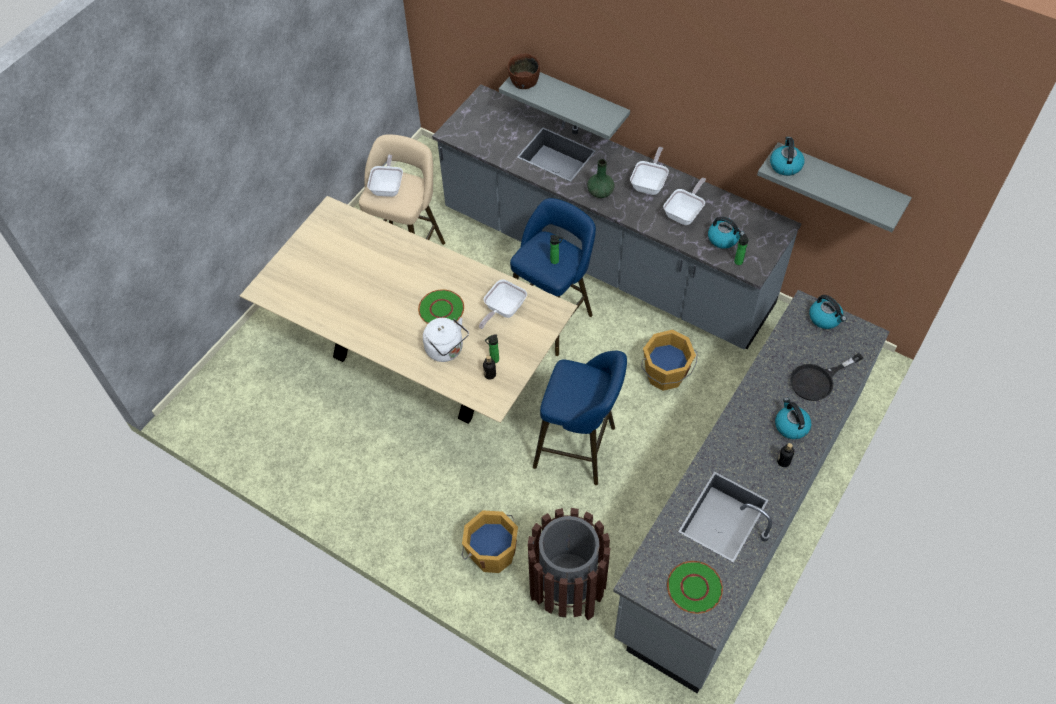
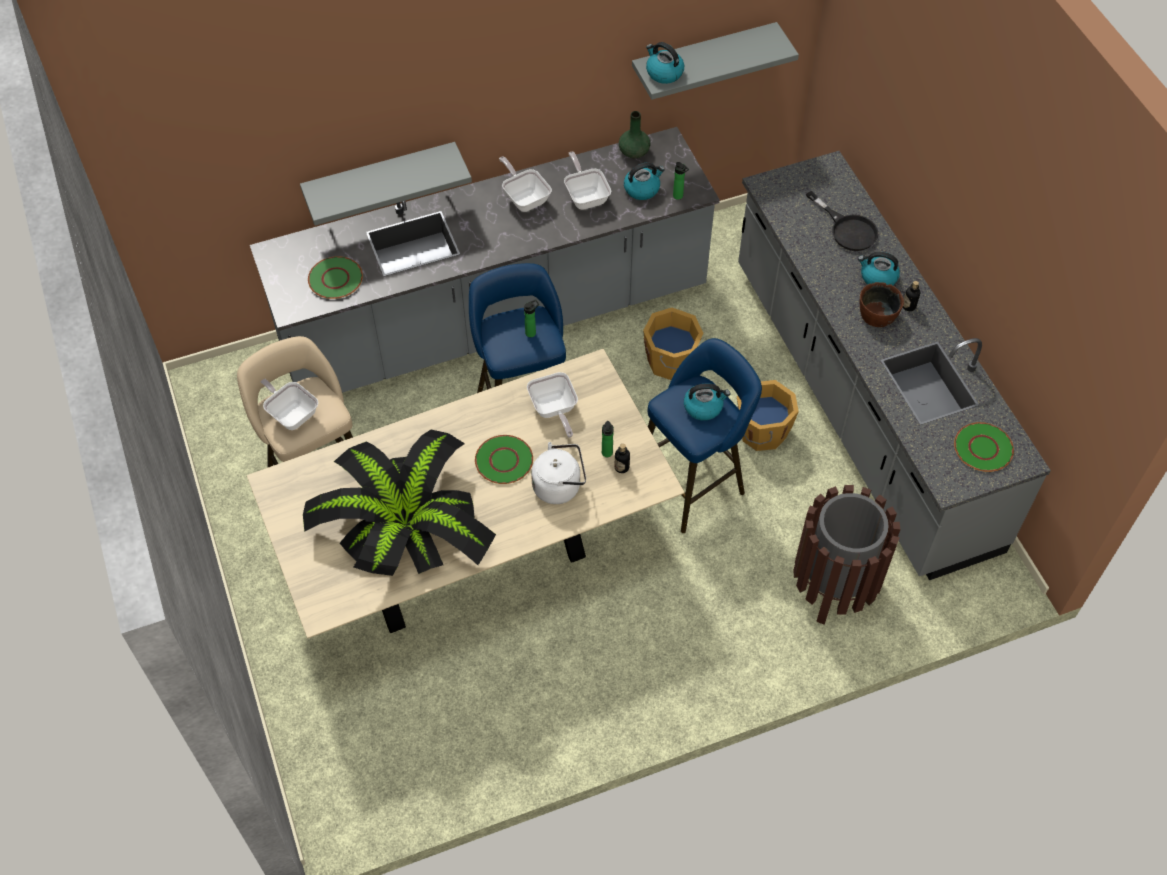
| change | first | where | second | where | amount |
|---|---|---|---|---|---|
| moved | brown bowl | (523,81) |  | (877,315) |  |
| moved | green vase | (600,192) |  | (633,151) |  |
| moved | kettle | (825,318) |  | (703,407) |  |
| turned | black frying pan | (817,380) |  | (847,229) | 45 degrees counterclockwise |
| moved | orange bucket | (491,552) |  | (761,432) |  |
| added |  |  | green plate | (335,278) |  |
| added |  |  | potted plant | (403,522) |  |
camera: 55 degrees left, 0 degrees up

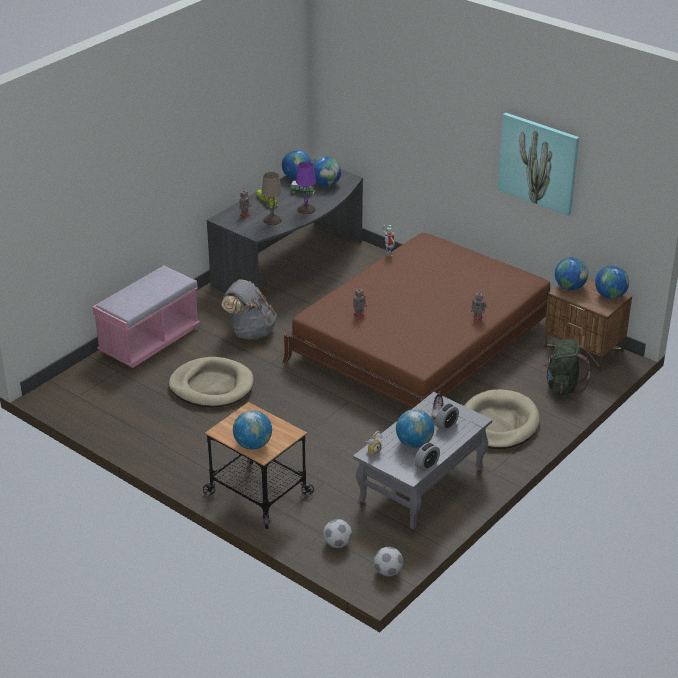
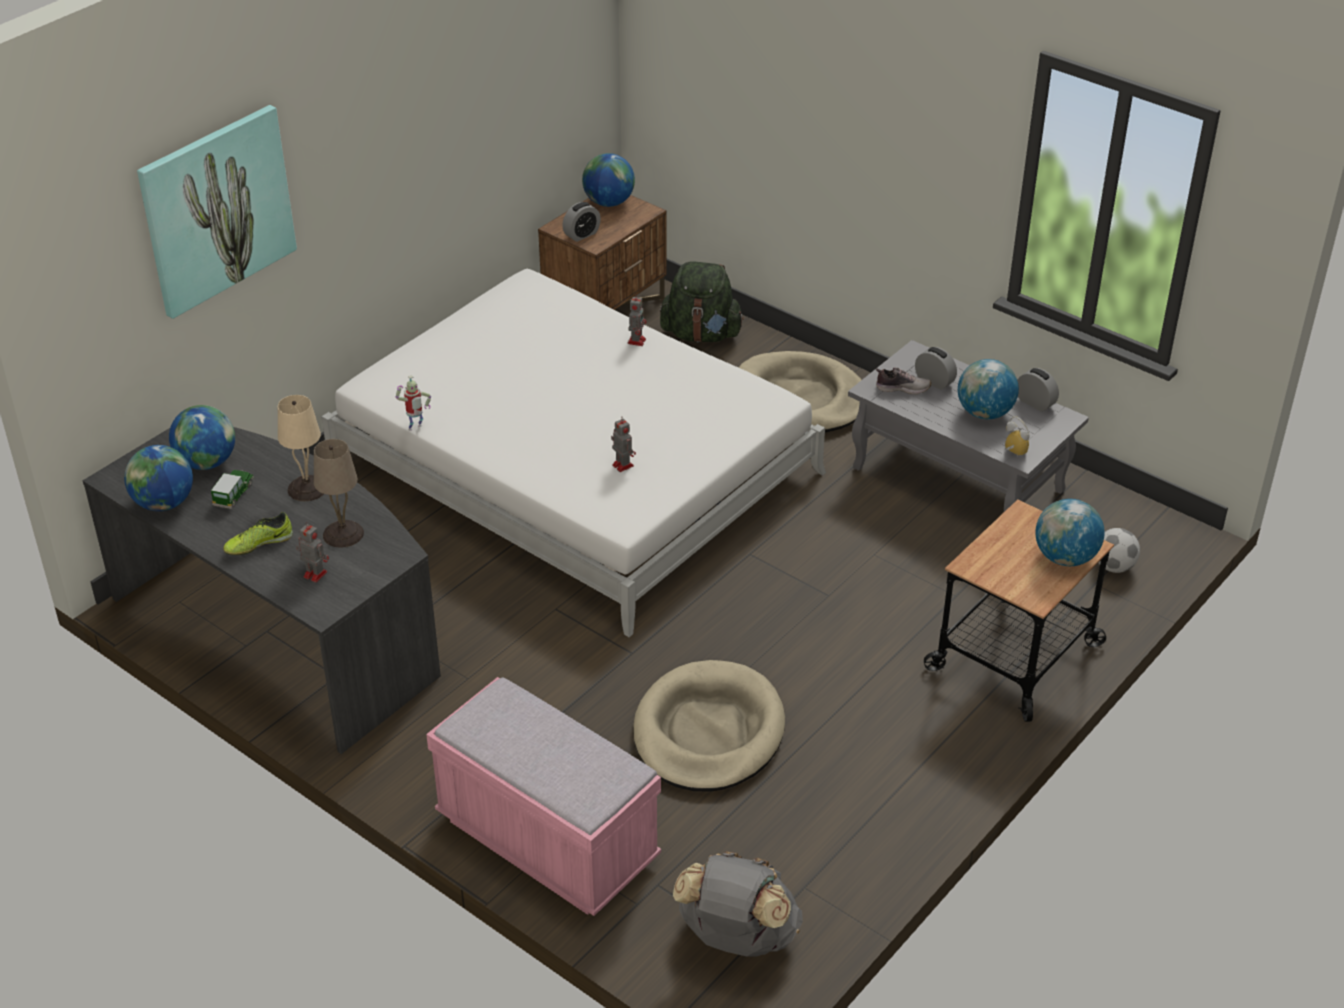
| change | first | where | second | where | amount |
|---|---|---|---|---|---|
| moved | picture | (538,163) |  | (216,209) |  |
| recoloured | purple table lamp | (306,209) | beige table lamp | (306,488) |  |
| recoloured | brown bed | (421,342) | white bed | (574,468) |  |
| replaced | globe | (569,287) | alarm clock | (582,235) |  |
| moved | grey backpack | (250,332) |  | (737,937) |  |
| removed | football | (388,572) |  |  |  |
camera: 90 degrees left, 5 degrees up

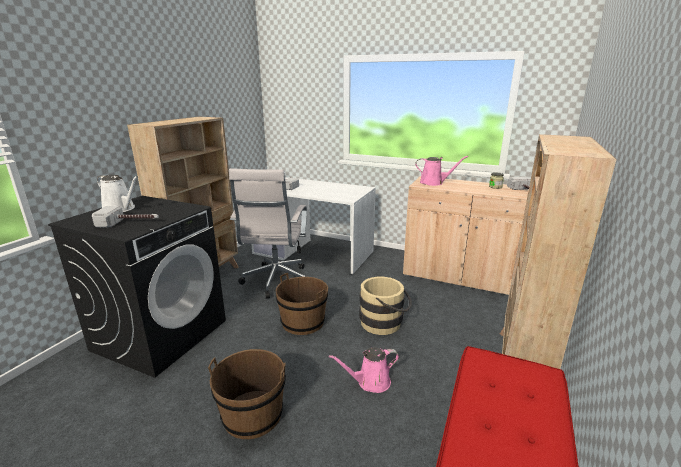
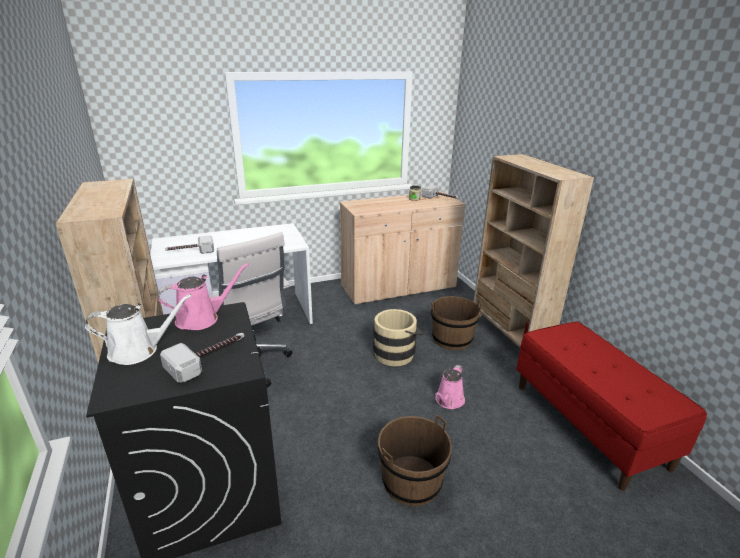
| change | first | where | second | where | amount |
|---|---|---|---|---|---|
| moved | pink watering can | (434,183) |  | (202,318) |  |
| moved | brown bucket | (303,322) |  | (452,338) |  |
camera: 45 degrees left, 5 degrees up

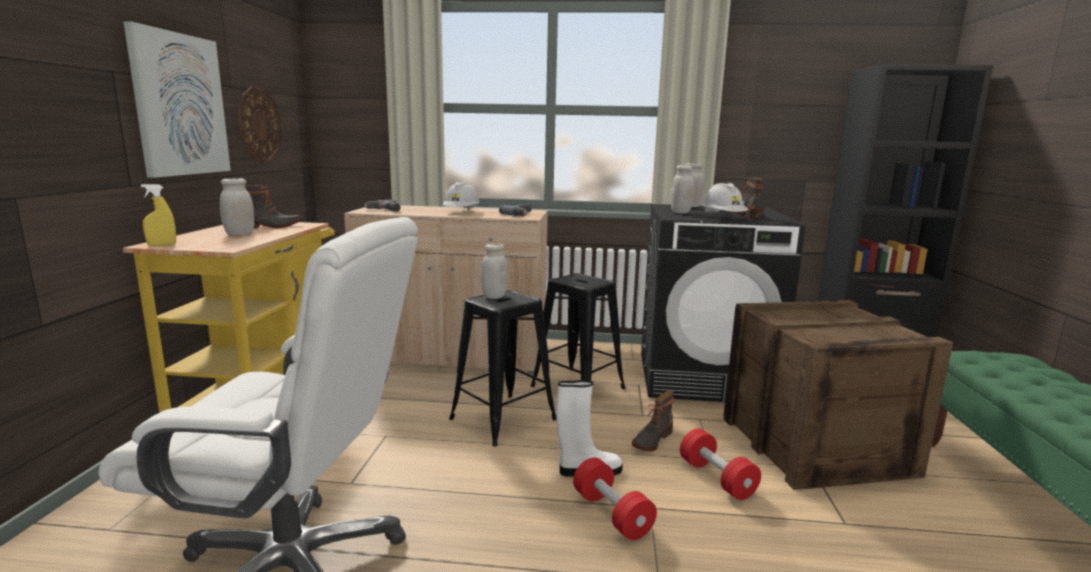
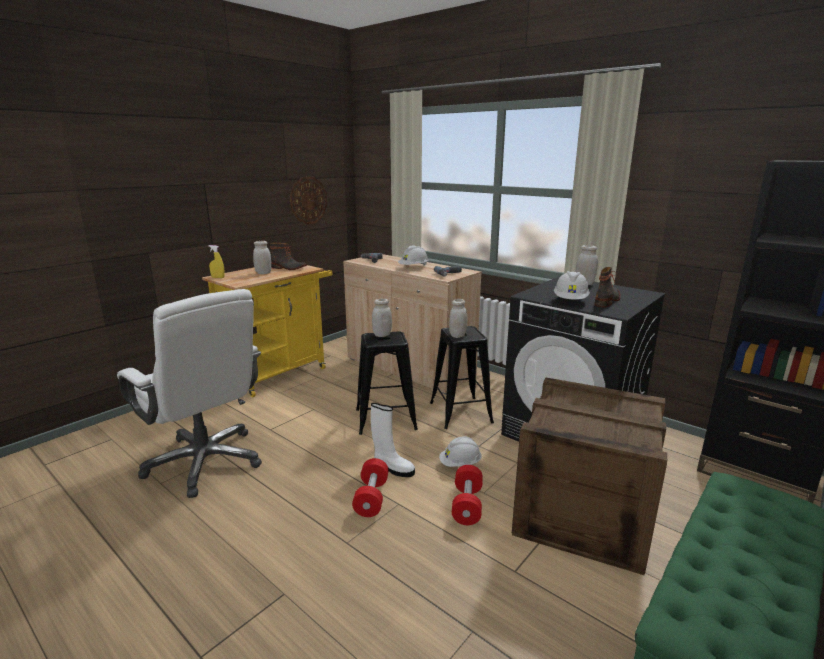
| change | first | where | second | where | amount |
|---|---|---|---|---|---|
| removed | picture | (179,105) |  |  |  |
| moved | white jar | (680,212) |  | (457,335) |  |
| replaced | boot | (651,439) | white hard hat | (460,464) |  |
camera: 35 degrees right, 5 degrees up

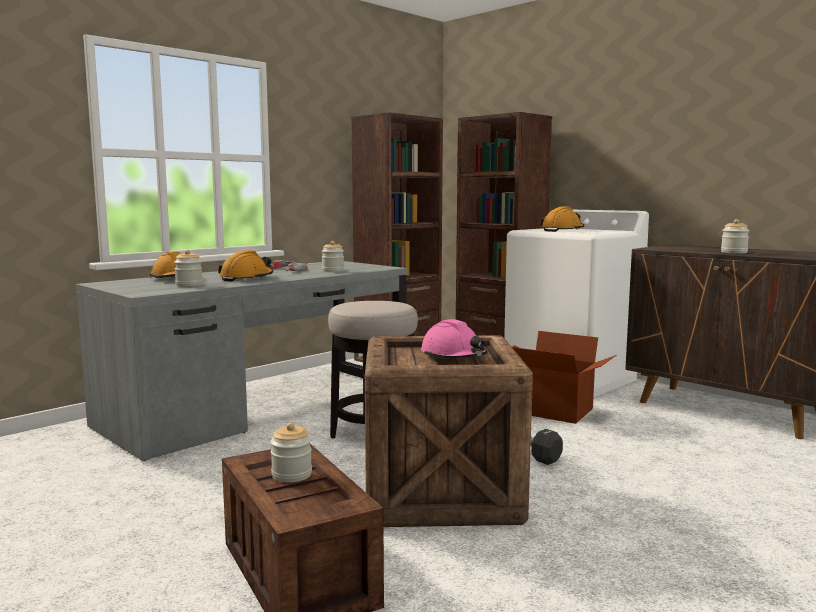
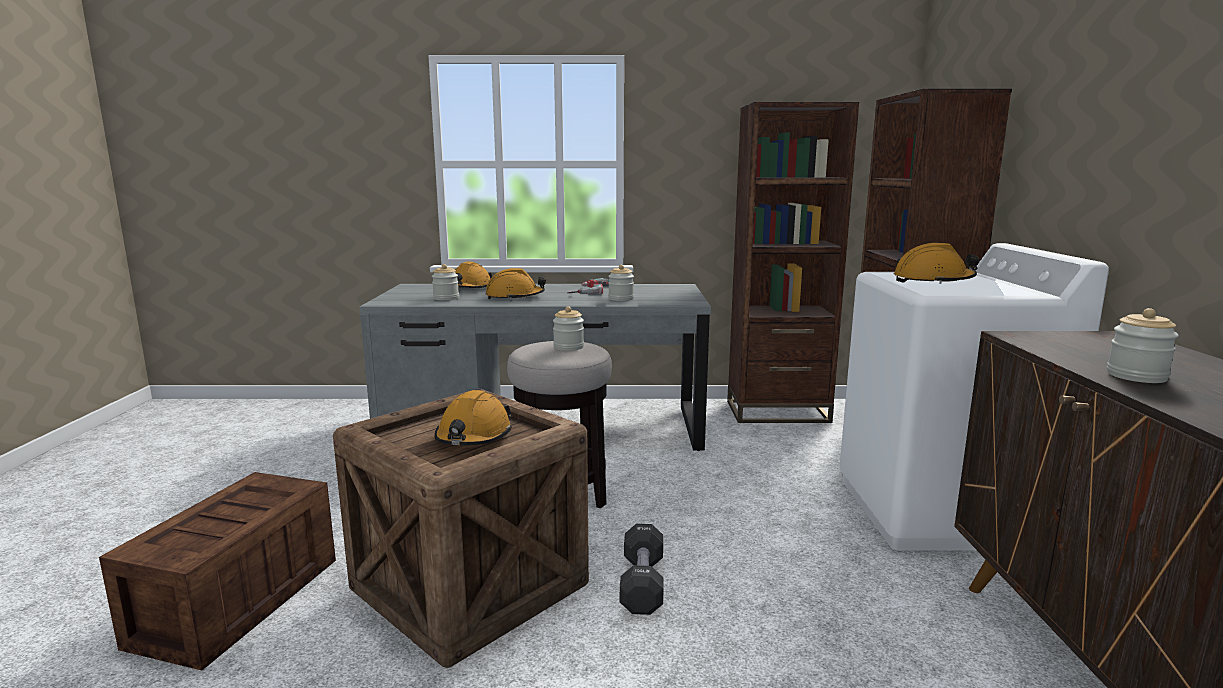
| change | first | where | second | where | amount |
|---|---|---|---|---|---|
| recoloured | pink hard hat | (453,357) | orange hard hat | (473,437) |  |
| removed | cardboard box | (553,411) |  |  |  |
| moved | jar | (291,475) |  | (568,347) |  |
camera: 45 degrees right, 5 degrees up

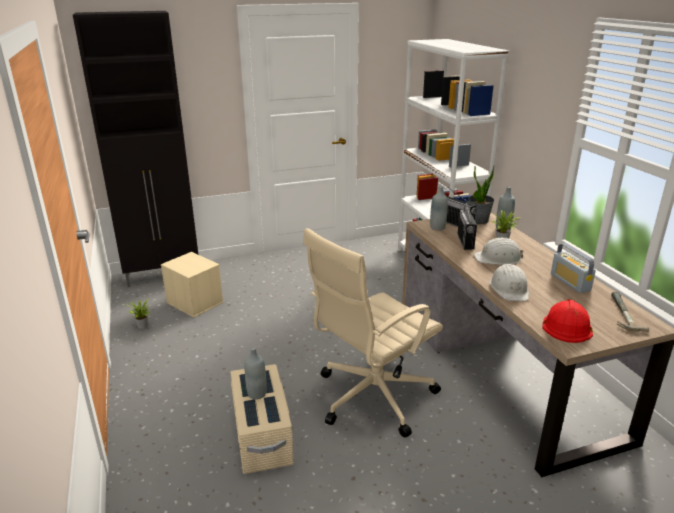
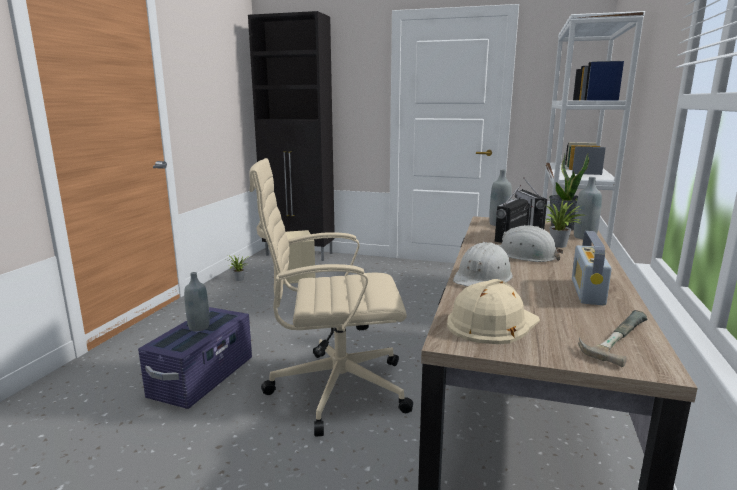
| change | first | where | second | where | amount |
|---|---|---|---|---|---|
| recoloured | red hard hat | (566,325) | beige hard hat | (492,323) |  |
| recoloured | beige storage box | (262,435) | purple storage box | (203,378) |  |
camera: 35 degrees right, 10 degrees down

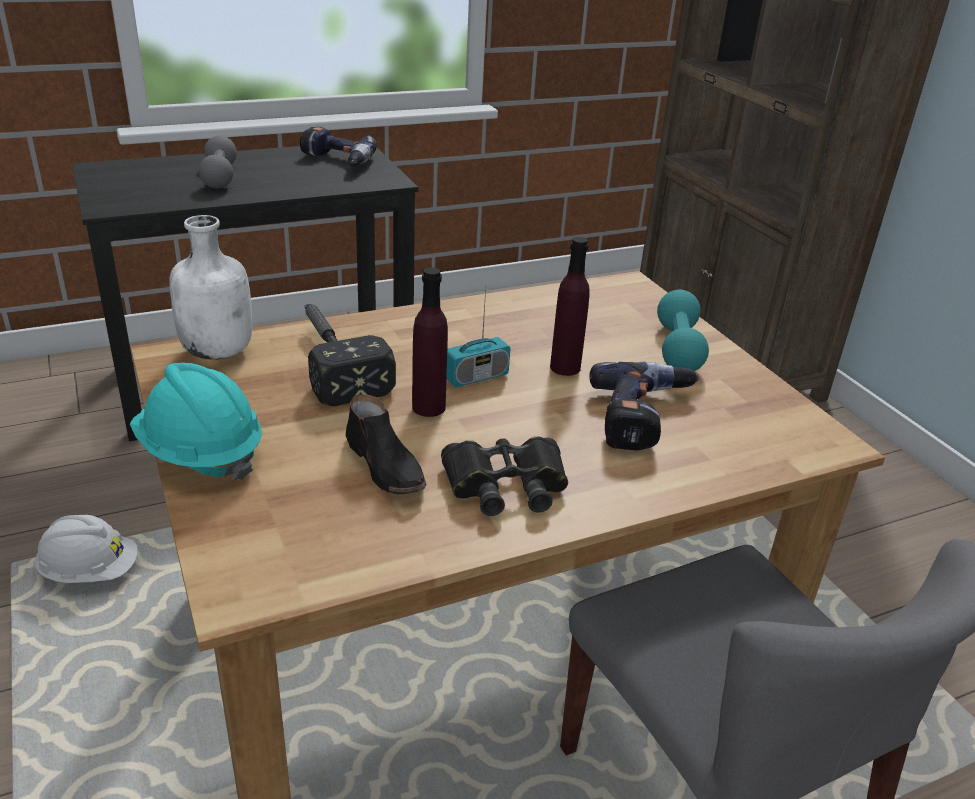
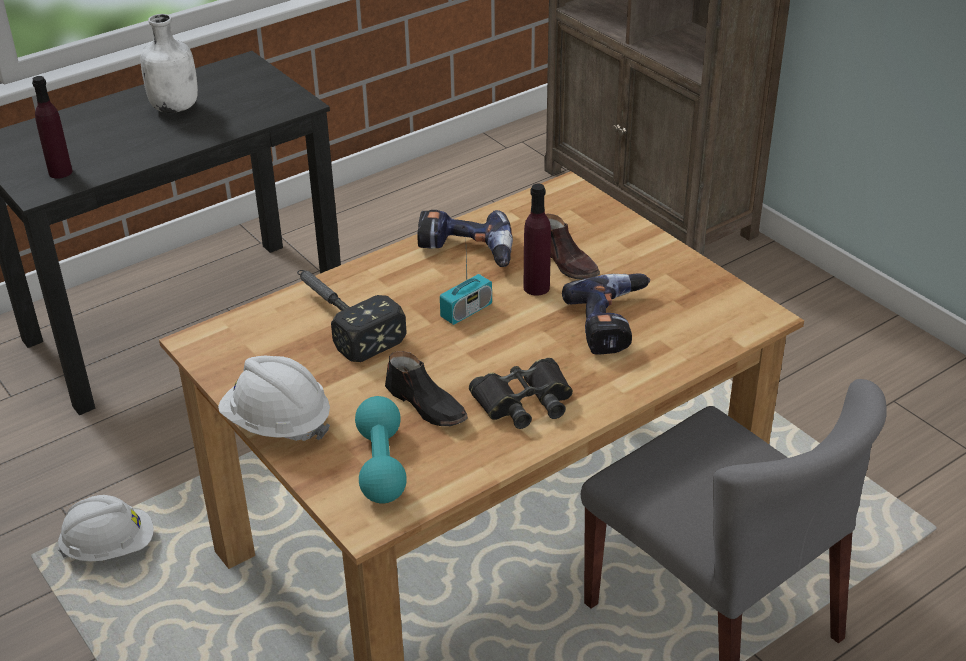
| change | first | where | second | where | amount |
|---|---|---|---|---|---|
| moved | power drill | (336,161) |  | (465,253) |  |
| removed | grey dumbbell | (220,177) |  |  |  |
| moved | white bottle | (219,351) |  | (175,107) |  |
| moved | purple bottle | (428,407) |  | (60,172) |  |
| moved | turquoise dumbbell | (678,348) |  | (381,465) |  |
| recoloured | turquoise hard hat | (200,453) | white hard hat | (277,424) |  |
| added |  |  | brown shoe | (567,263) |  |
camera: 10 degrees left, 5 degrees up

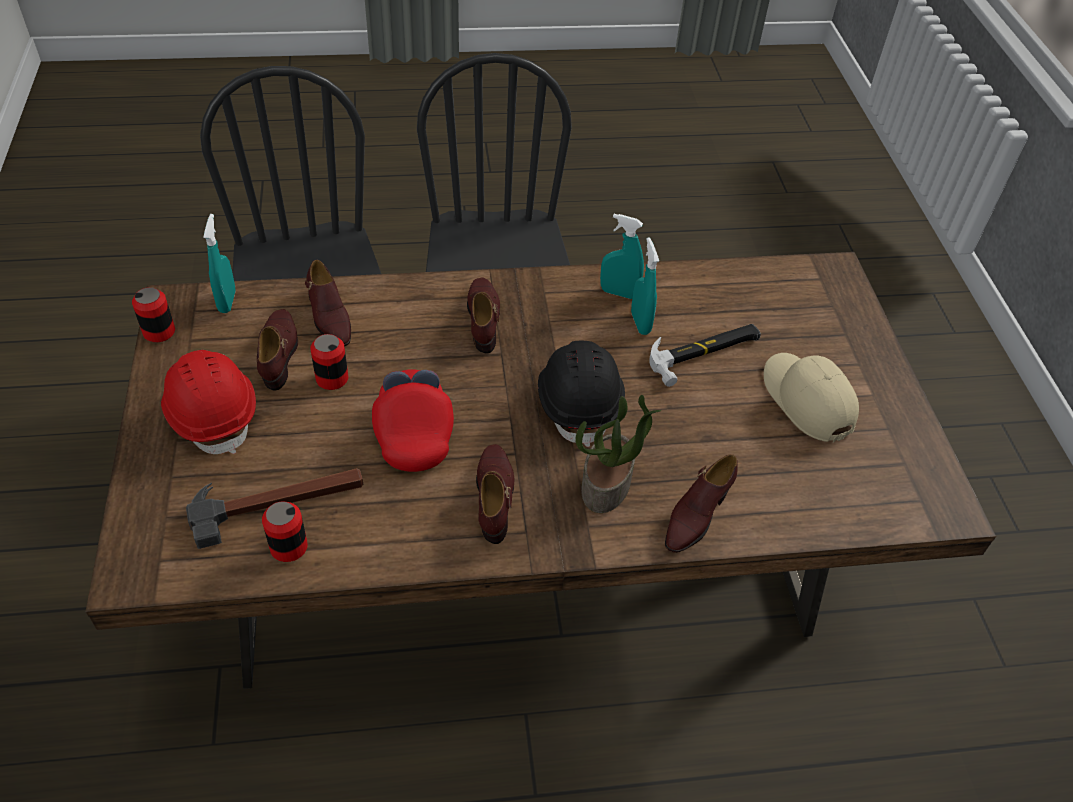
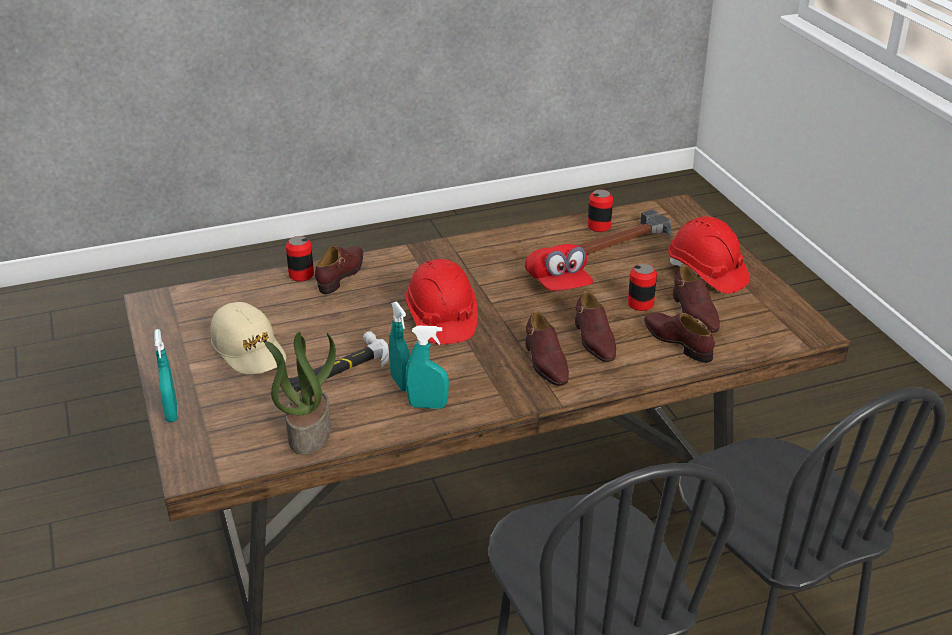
| change | first | where | second | where | amount |
|---|---|---|---|---|---|
| moved | turquoise spray bottle | (227,301) |  | (171,413) |  |
| moved | can | (159,332) |  | (301,275) |  |
| recoloured | black hard hat | (579,402) | red hard hat | (441,319) |  |
| moved | potted plant | (607,485) |  | (308,433) |  |
| moved | brown shoe | (494,497) |  | (594,340) |  |
camera: 170 degrees right, 15 degrees down

